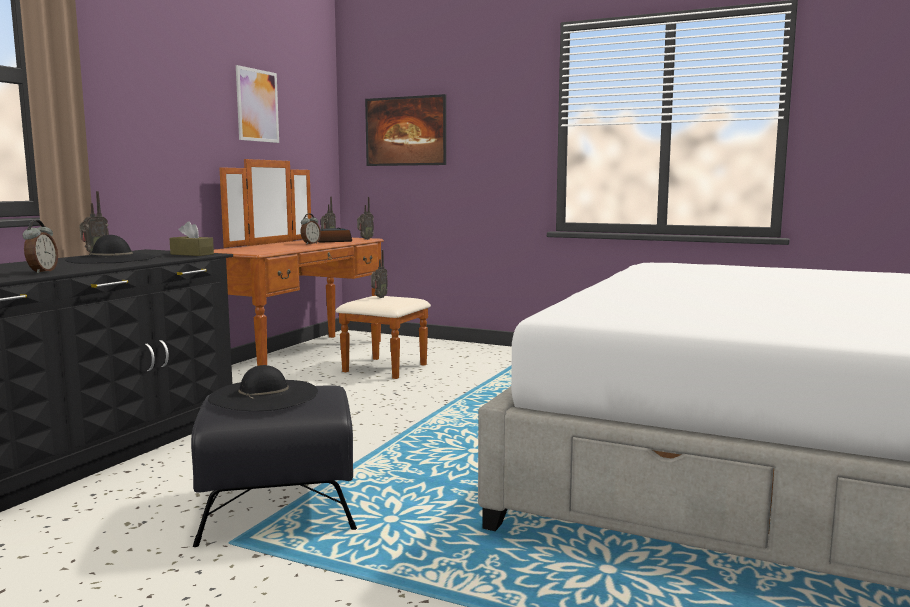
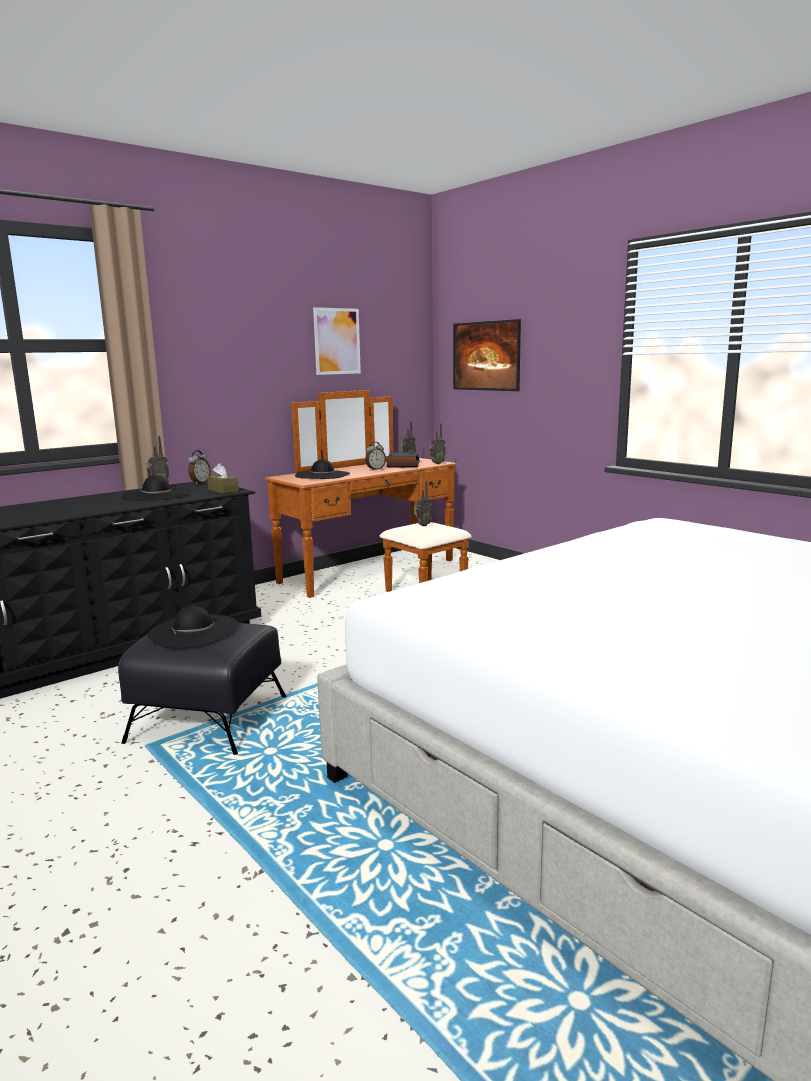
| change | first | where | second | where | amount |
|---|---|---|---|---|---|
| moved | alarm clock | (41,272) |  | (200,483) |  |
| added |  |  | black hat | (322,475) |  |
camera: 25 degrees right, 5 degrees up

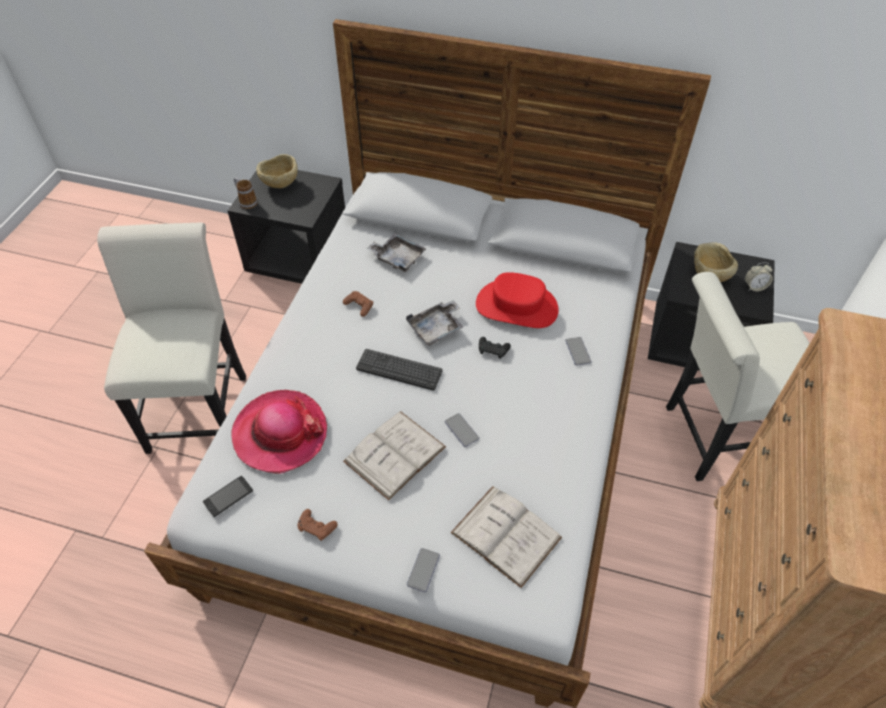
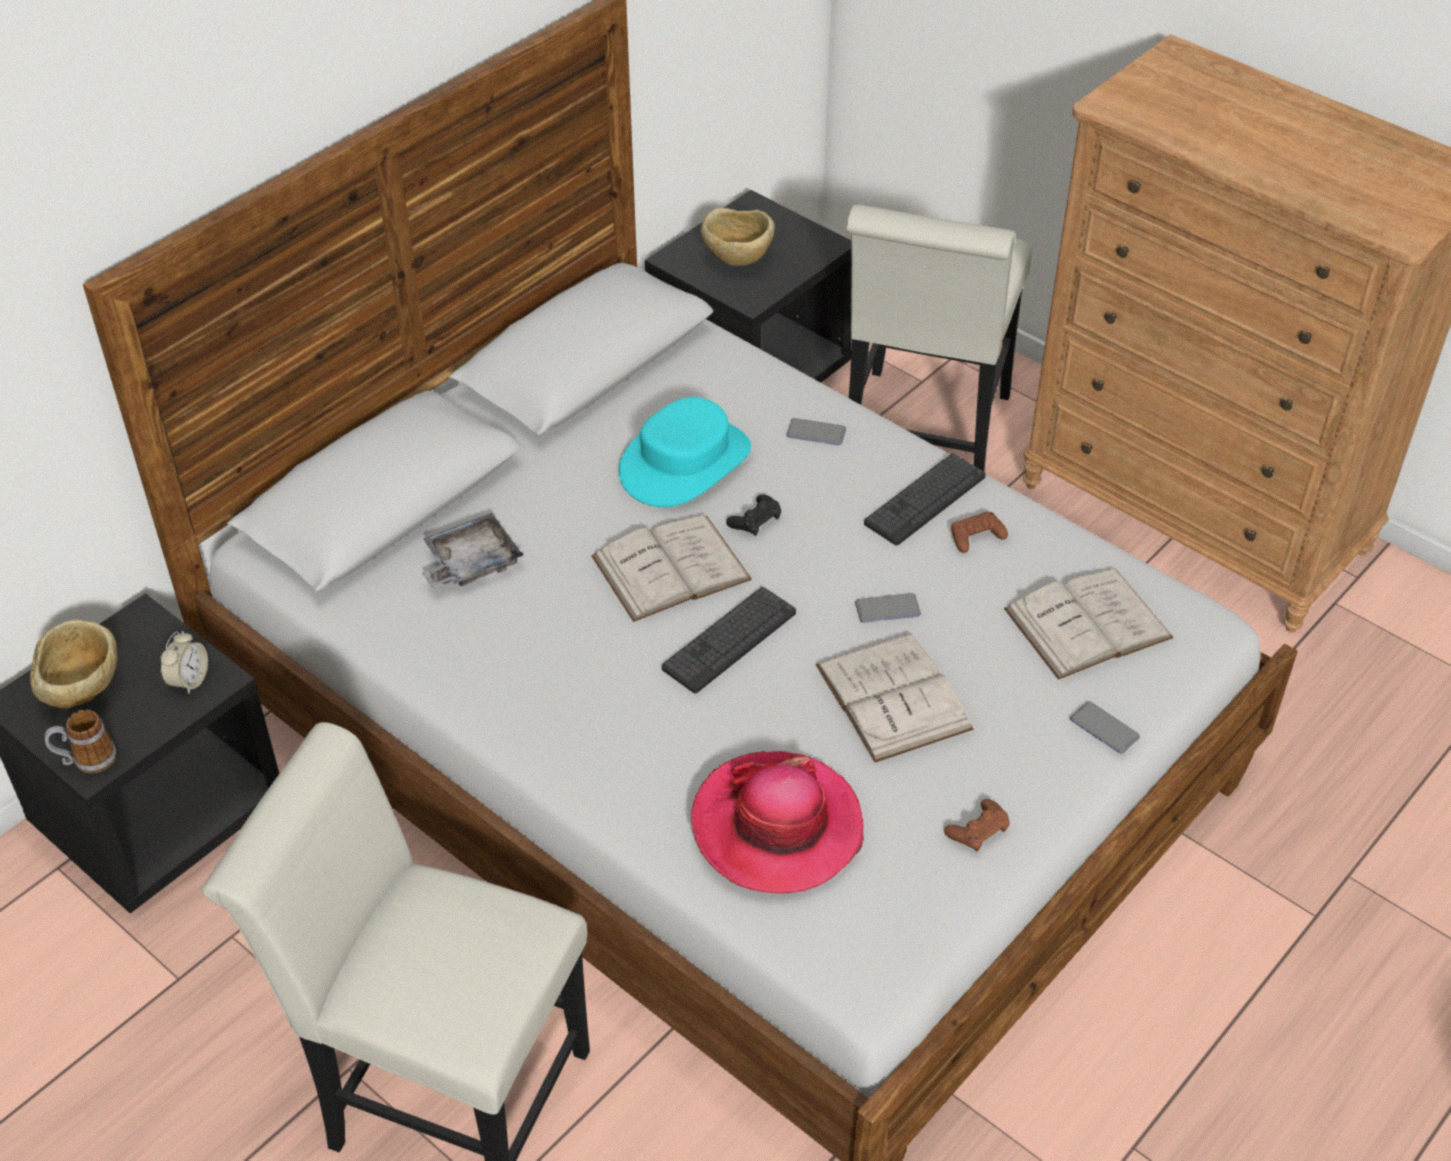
| change | first | where | second | where | amount |
|---|---|---|---|---|---|
| moved | alarm clock | (754,287) |  | (189,680) |  |
| recoloured | red hat | (517,306) | turquoise hat | (684,462) |  |
| moved | brown game controller | (359,306) |  | (976,537) |  |
| replaced | grey tray | (436,328) | white book | (671,568) |  |
| removed | phone | (228,496) |  |  |  |
| added |  |  | keyboard | (925,500) |  |
camera: 65 degrees left, 5 degrees down

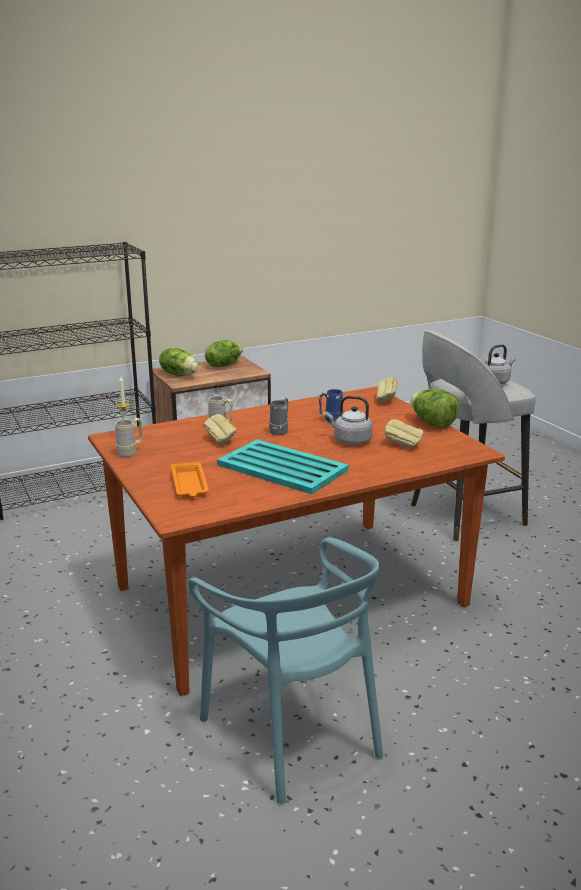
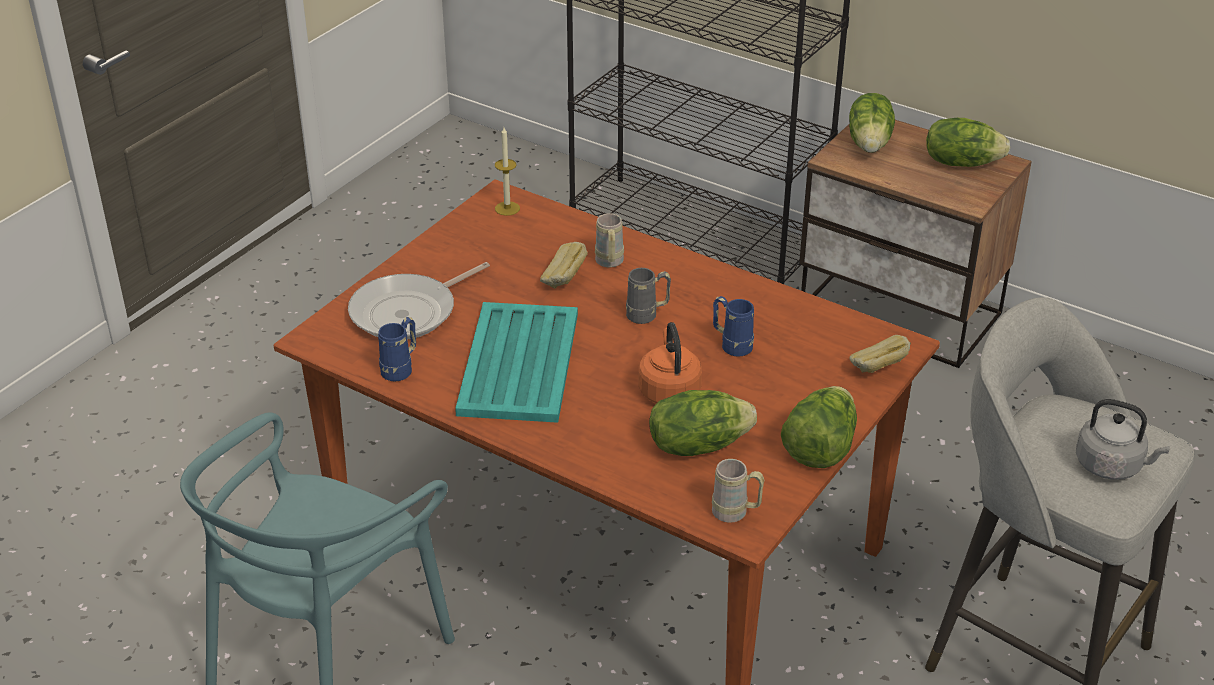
| change | first | where | second | where | amount |
|---|---|---|---|---|---|
| recoloured | grey kettle | (350,440) | orange kettle | (669,389) |  |
| moved | beige mug | (130,452) |  | (736,513) |  |
| replaced | bread | (403,445) | lettuce | (698,444) |  |
| replaced | orange tray | (189,485) | frying pan | (409,312) |  |
| added |  |  | blue mug | (401,369) |  |
camera: 60 degrees right, 15 degrees up

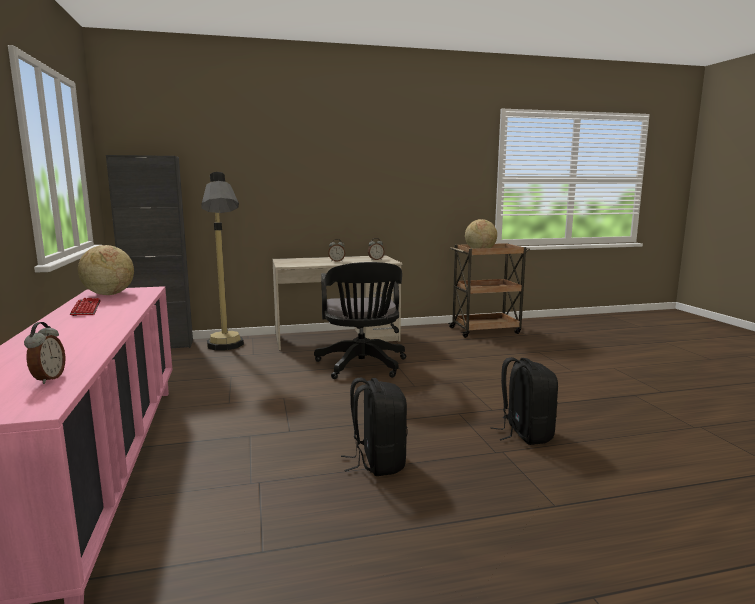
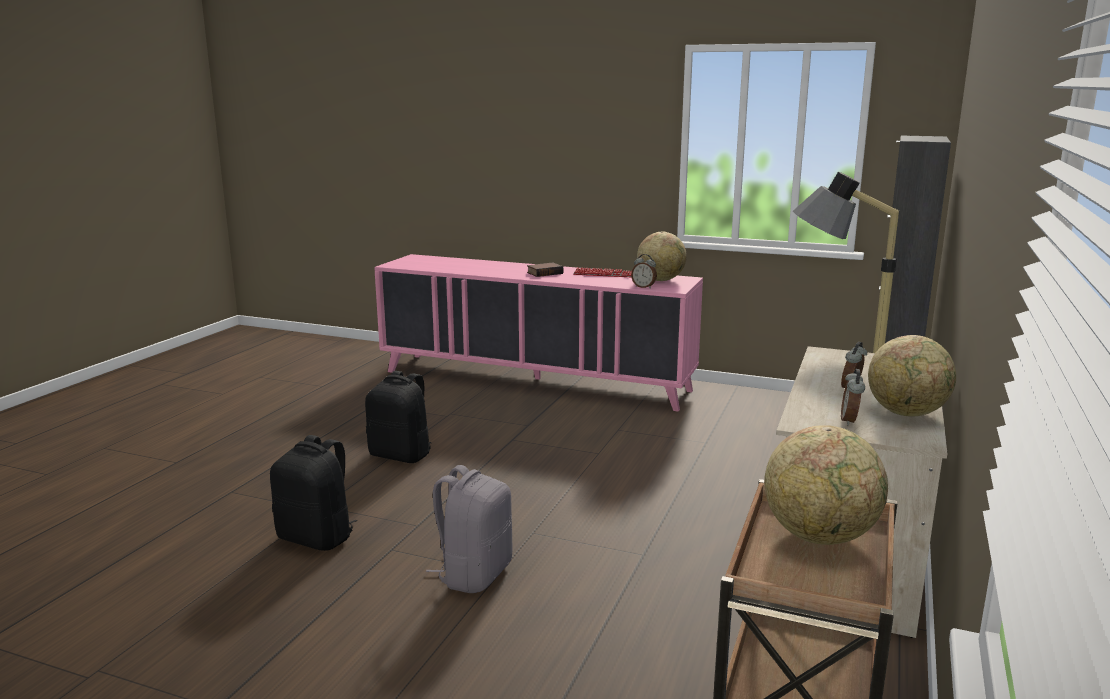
| change | first | where | second | where | amount |
|---|---|---|---|---|---|
| removed | black office chair | (362,367) |  |  |  |
| moved | alarm clock | (48,379) |  | (644,287) |  |
| added |  |  | book | (545,273) |  |
| added |  |  | globe | (907,413) |  |
| added |  |  | grey backpack | (474,574) |  |
camera: 125 degrees right, 5 degrees up

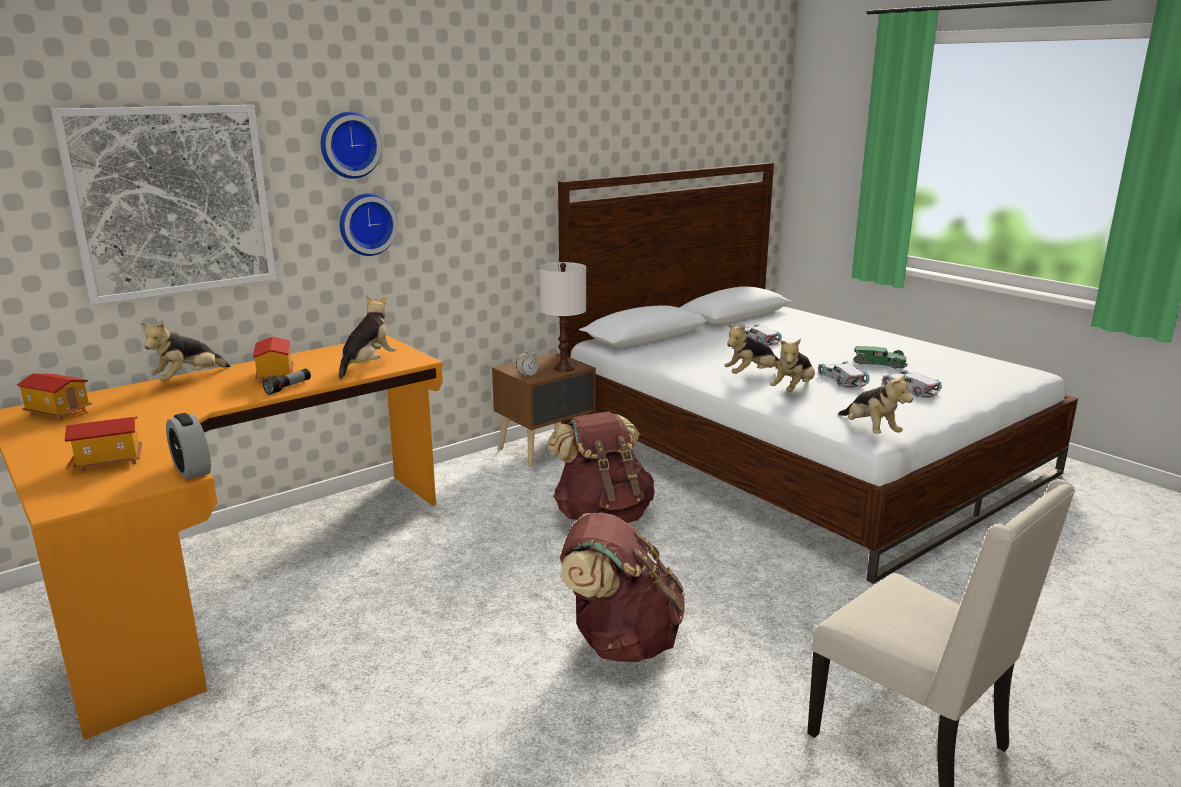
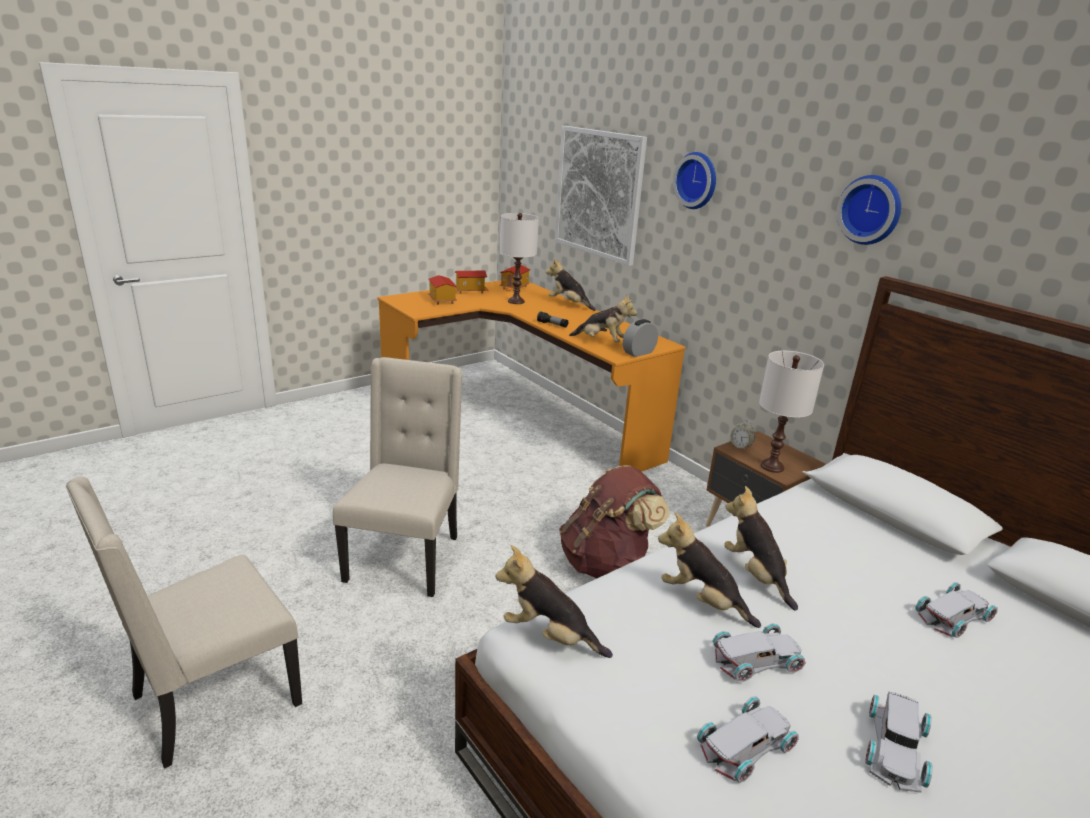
| change | first | where | second | where | amount |
|---|---|---|---|---|---|
| moved | wall clock | (366,224) |  | (871,210) |  |
| moved | toy house | (274,375) |  | (470,291) |  |
| recoloured | green toy car | (879,362) | white toy car | (894,747) |  |
| turned | plush toy | (870,430) |  | (549,636) | 45 degrees clockwise |
| moved | alarm clock | (192,470) |  | (638,353) |  |
| replaced | brown backpack | (620,641) | beige chair | (405,557) |  |
| added |  |  | white table lamp | (516,301) |  |
camera: 90 degrees right, 5 degrees up

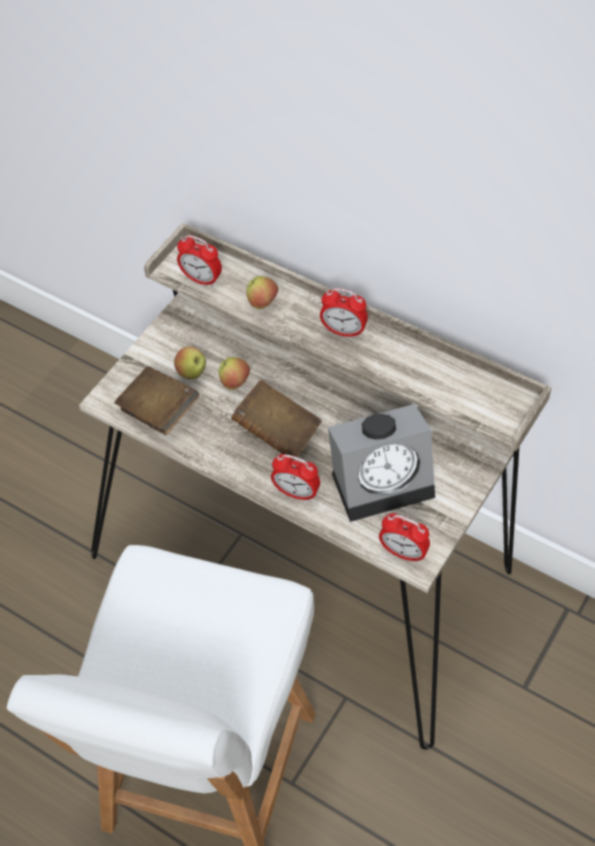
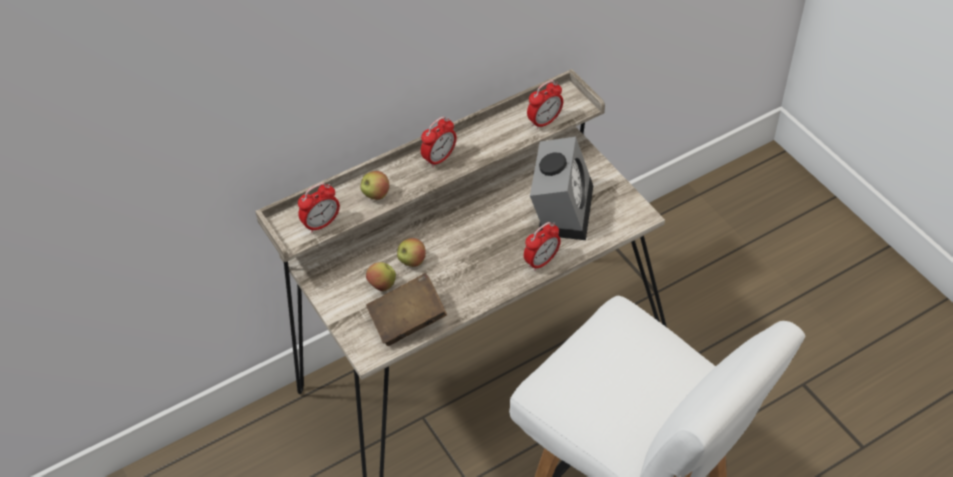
| change | first | where | second | where | amount |
|---|---|---|---|---|---|
| removed | brown book | (277,432) |  |  |  |
| moved | alarm clock | (403,552) |  | (544,121) |  |
camera: 65 degrees left, 5 degrees down

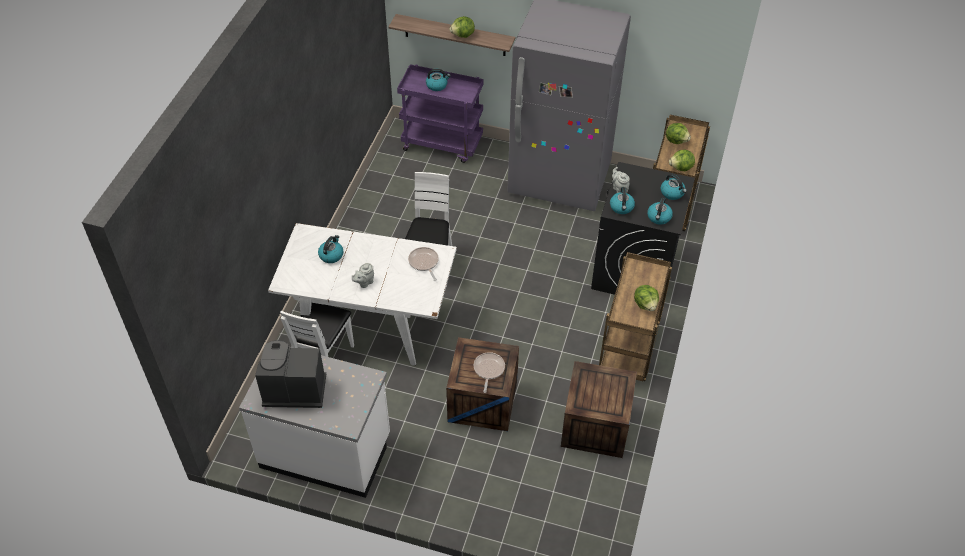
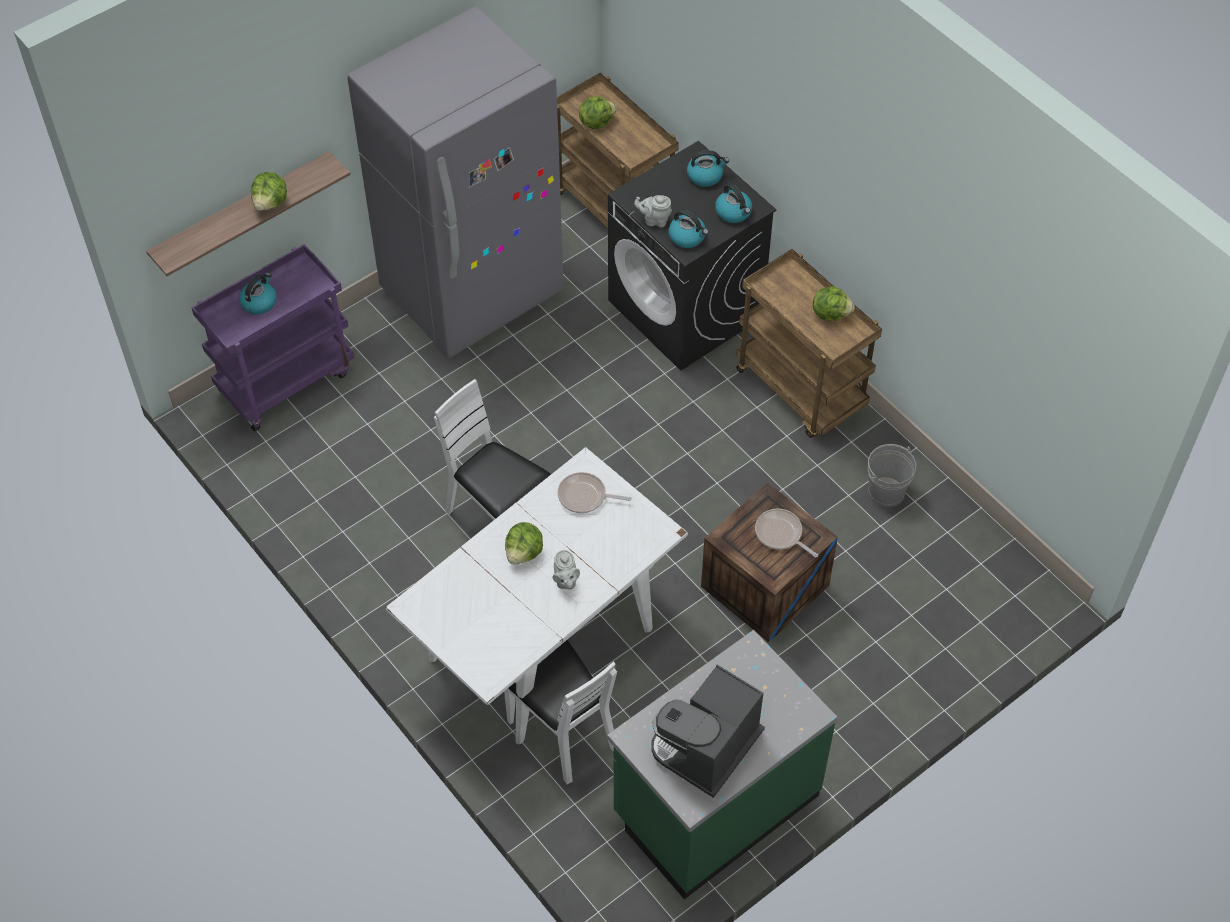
| change | first | where | second | where | amount |
|---|---|---|---|---|---|
| moved | lettuce | (681,168) |  | (524,553) |  |
| removed | kettle | (331,255) |  |  |  |
| recoloured | white counter | (326,451) | green counter | (714,804) |  |
| replaced | crate | (595,426) | grey bucket | (886,492) |  |
camera: 55 degrees left, 5 degrees up

